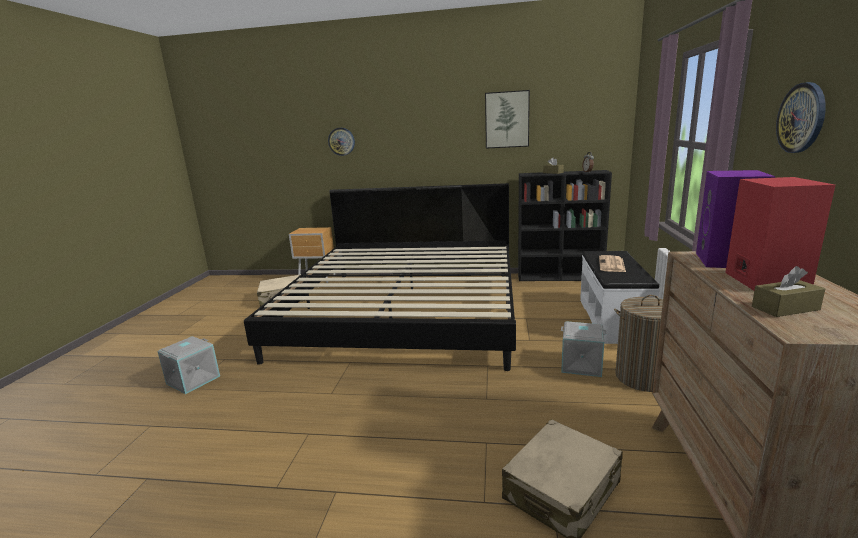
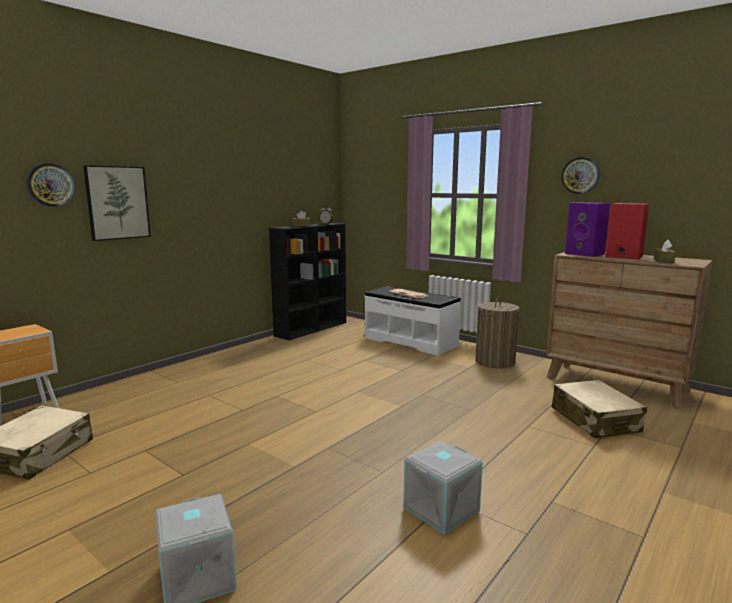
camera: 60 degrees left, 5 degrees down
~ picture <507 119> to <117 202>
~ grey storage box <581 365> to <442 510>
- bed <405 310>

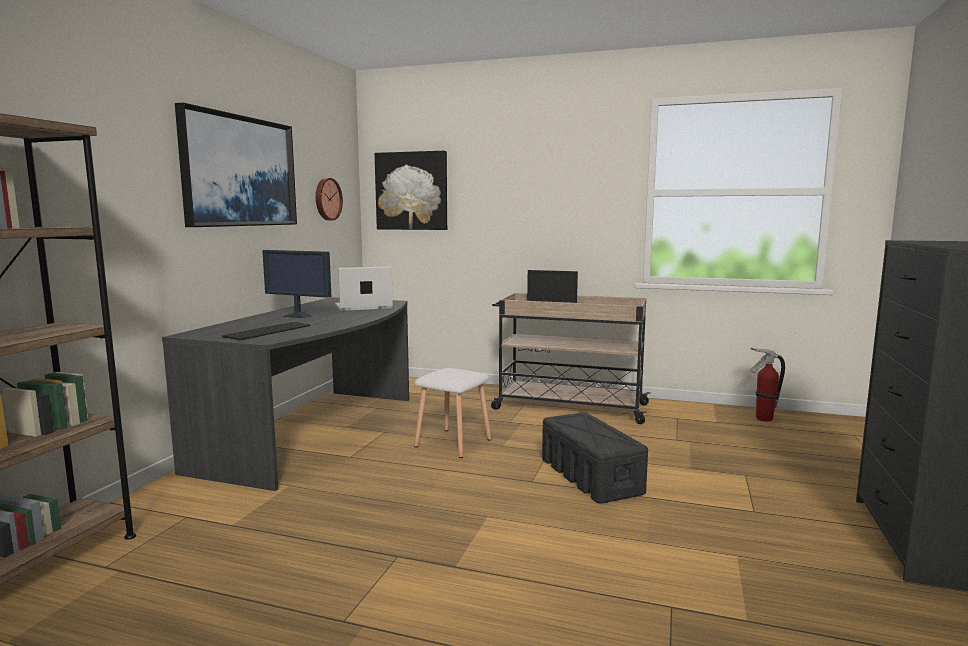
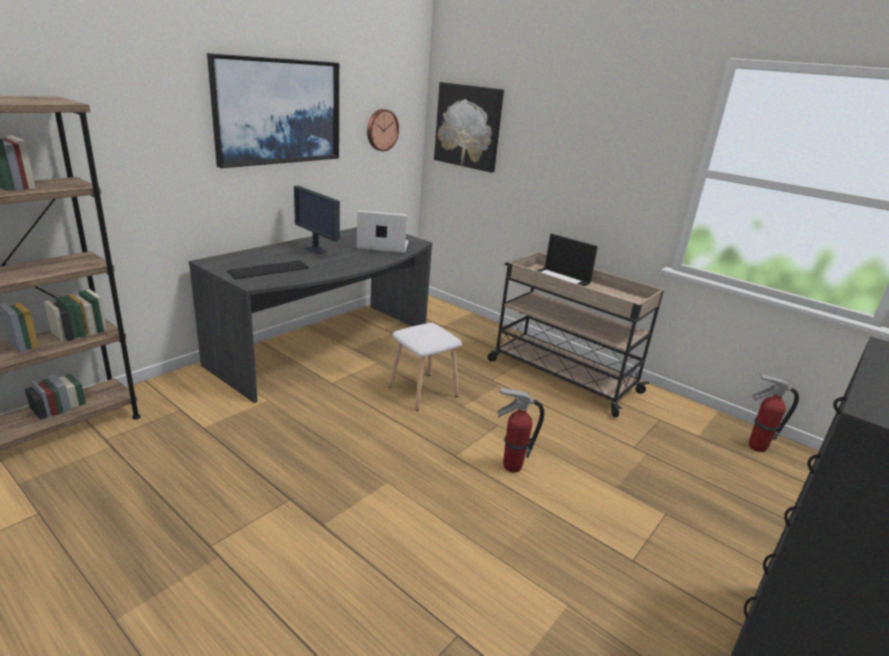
camera: 20 degrees right, 15 degrees up
~ black storage box <591 476> to fire extinguisher <511 466>

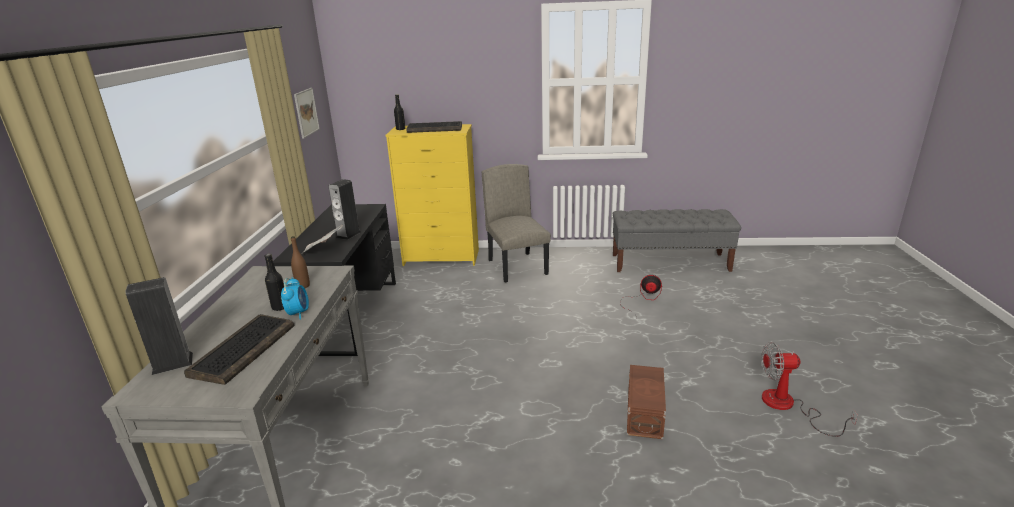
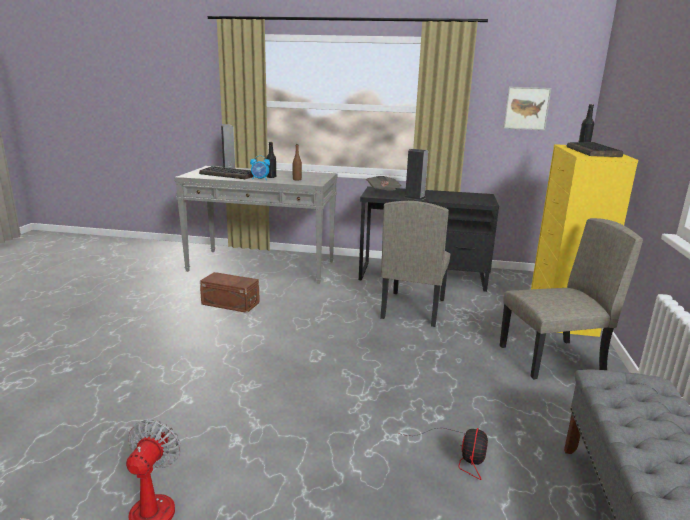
camera: 95 degrees right, 5 degrees down
~ brown storage box <645 413> to <231 304>
+ beige chair <412 308>

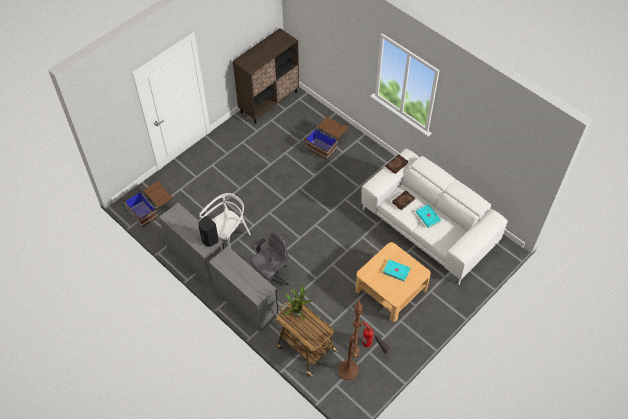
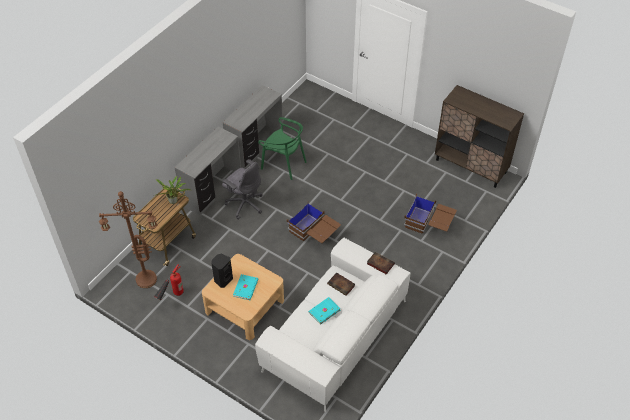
camera: 80 degrees right, 5 degrees down
~ black speaker <209 240> to <223 279>
~ white chair <228 238> to green chair <284 164>
~ brown storage box <151 209> to <314 234>

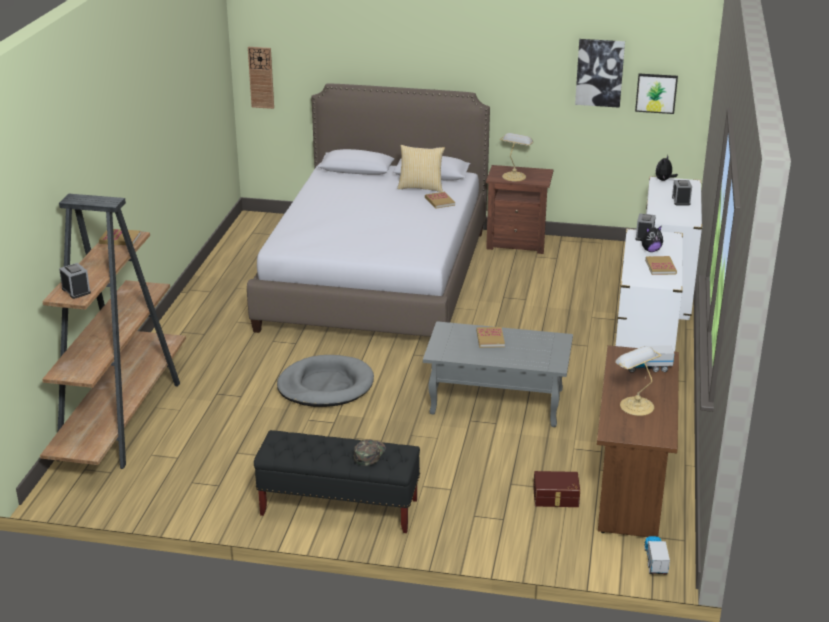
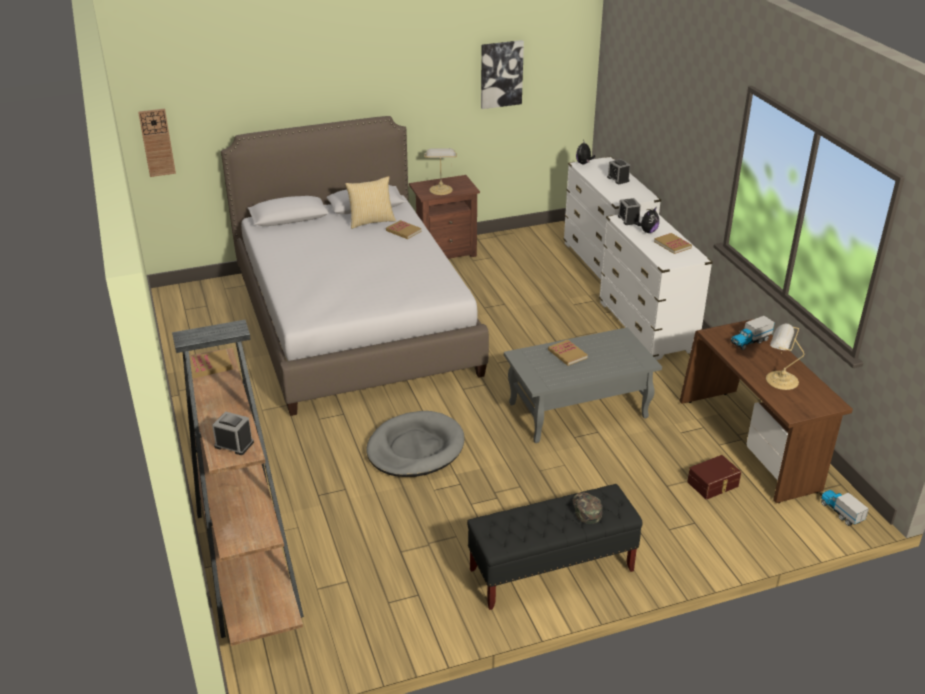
camera: 30 degrees left, 5 degrees up
- picture <656 93>

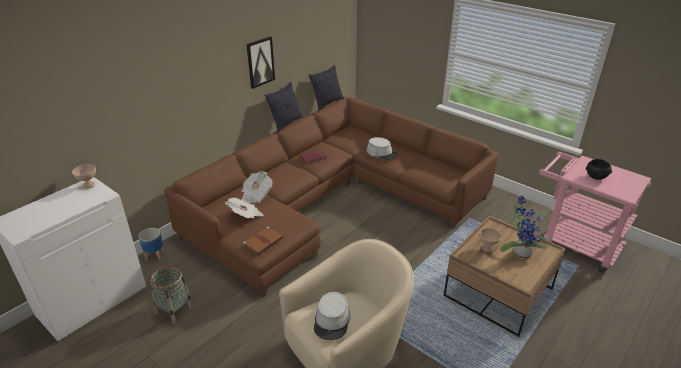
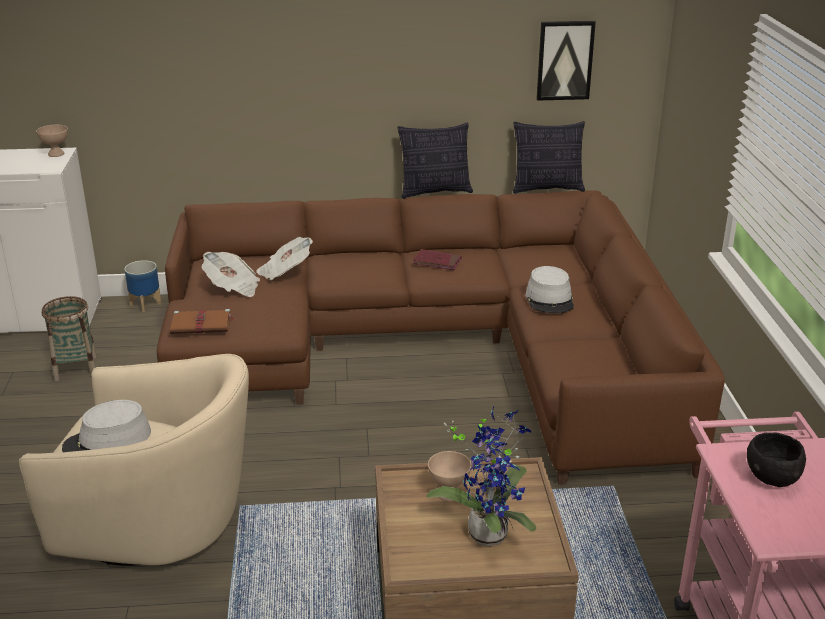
camera: 45 degrees right, 5 degrees down
~ picture <260 62> to <564 60>

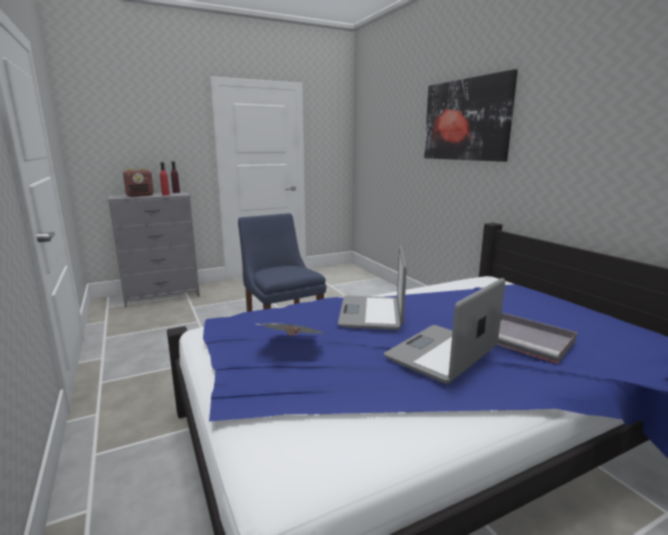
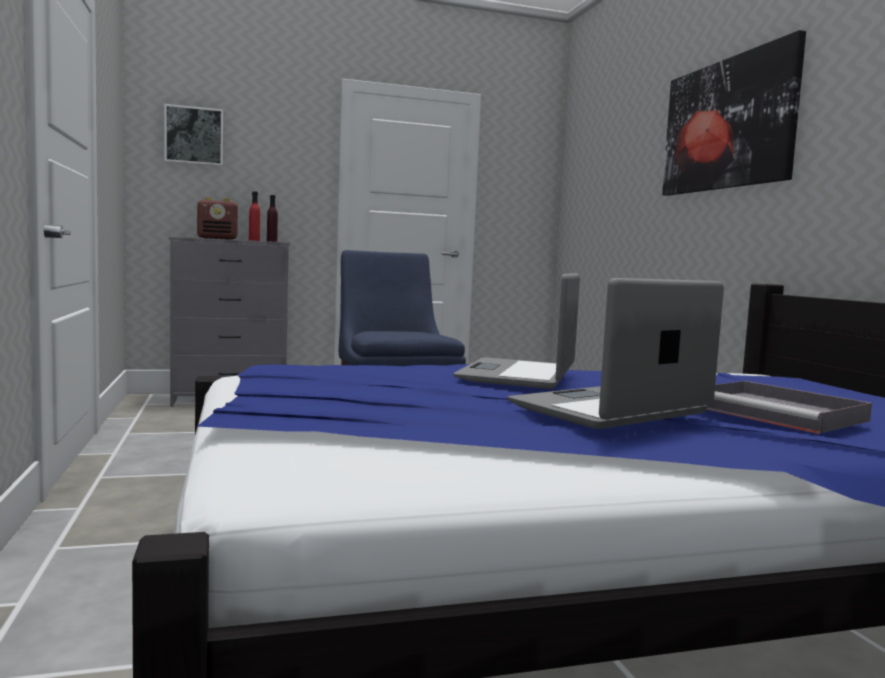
camera: 10 degrees right, 10 degrees down
+ picture <194 136>
- newspaper <293 346>

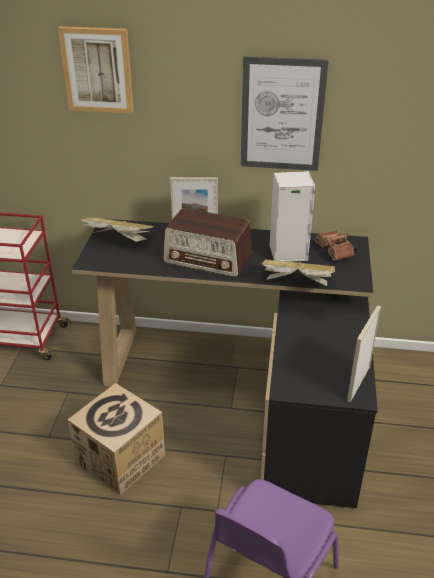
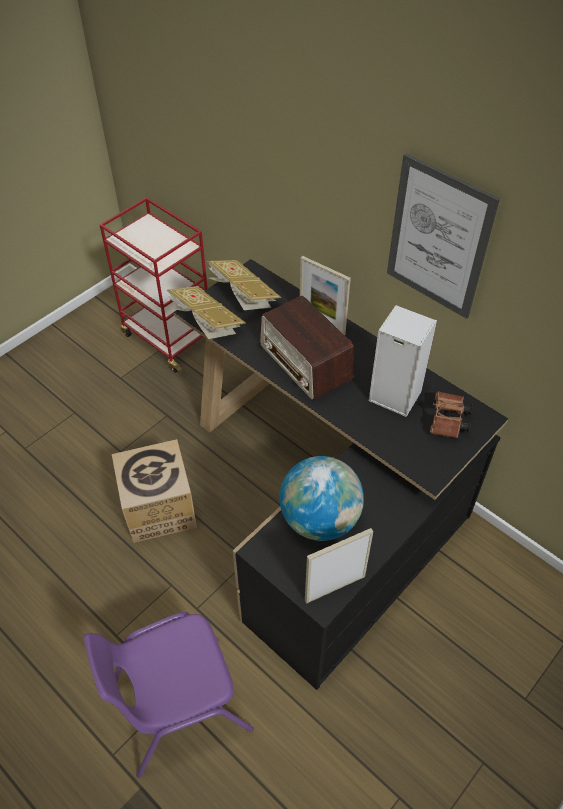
camera: 35 degrees right, 15 degrees up
~ book <297 284> to <205 324>
+ globe <320 519>
- picture <97 70>

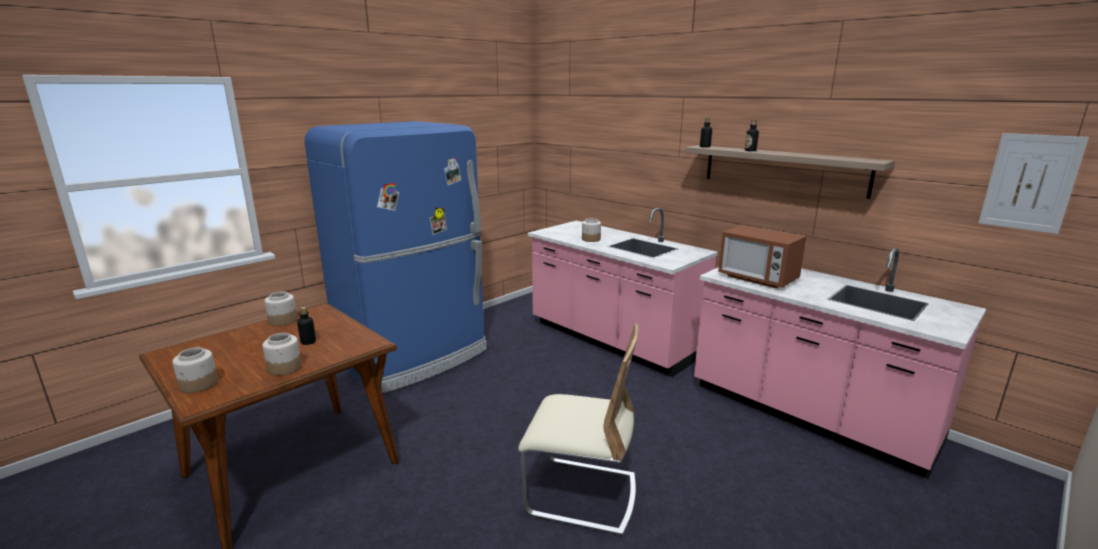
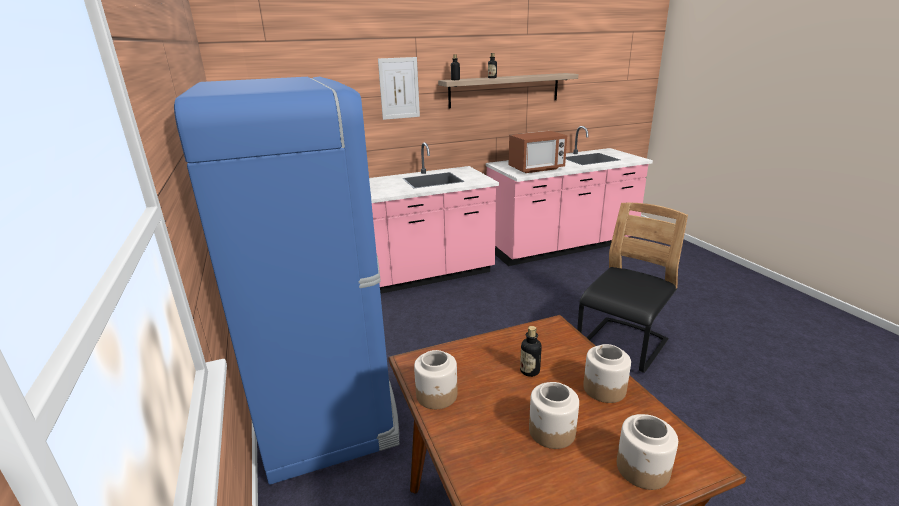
camera: 65 degrees left, 5 degrees up
~ picture <1030 182> to <399 88>
~ jar <591 239> to <552 431>
~ beige chair <581 495> to black chair <622 346>

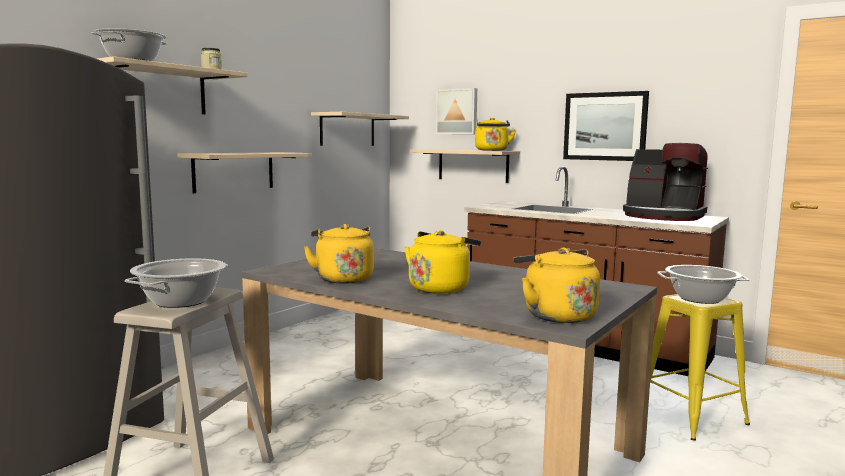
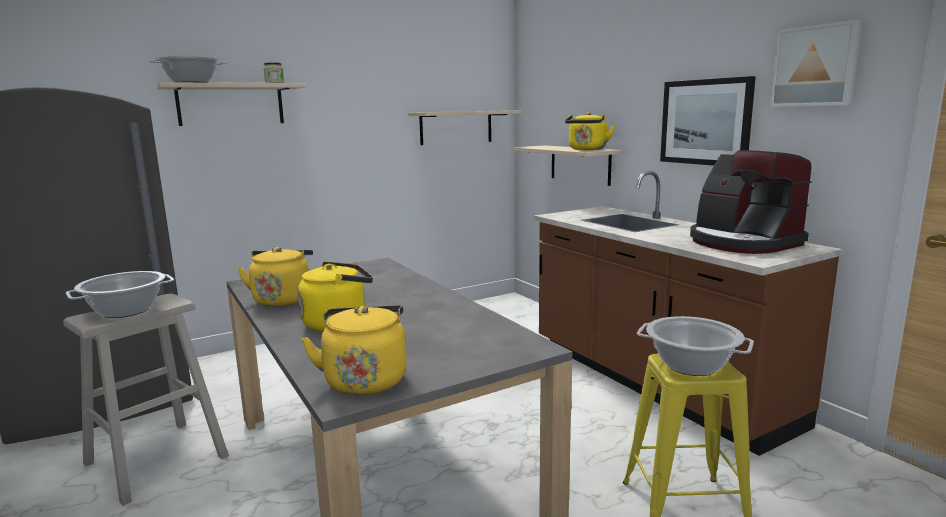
camera: 25 degrees right, 5 degrees up
~ picture <457 111> to <815 66>
- beige shelf <234 171>

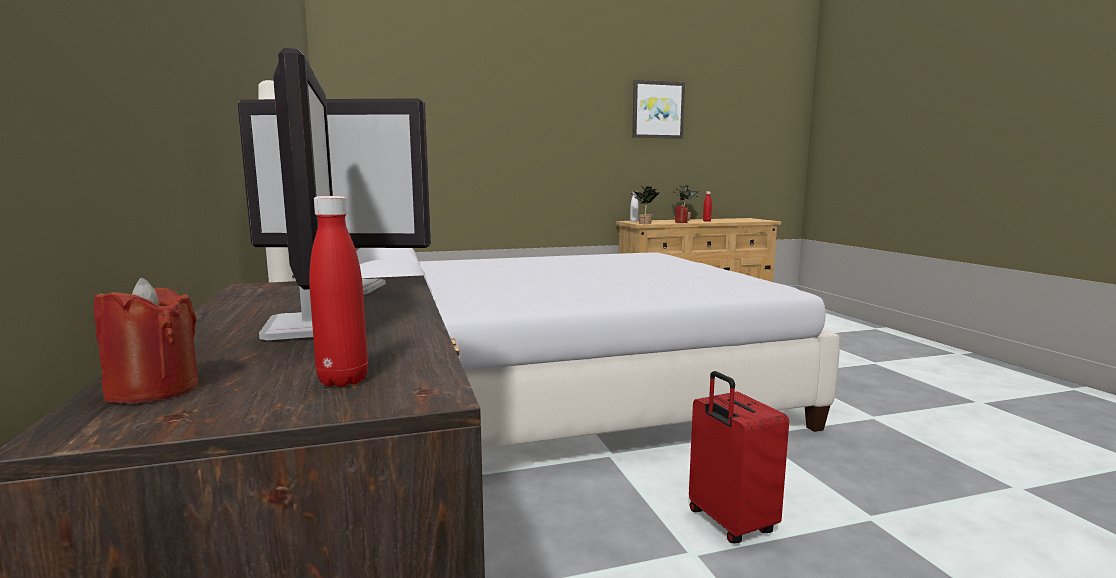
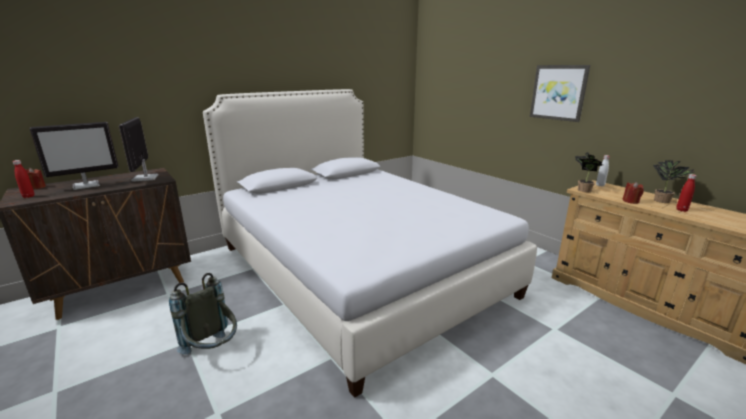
camera: 70 degrees right, 10 degrees up
~ red suitcase <729 523> to grey backpack <213 351>
~ picture <657 110> to <558 92>

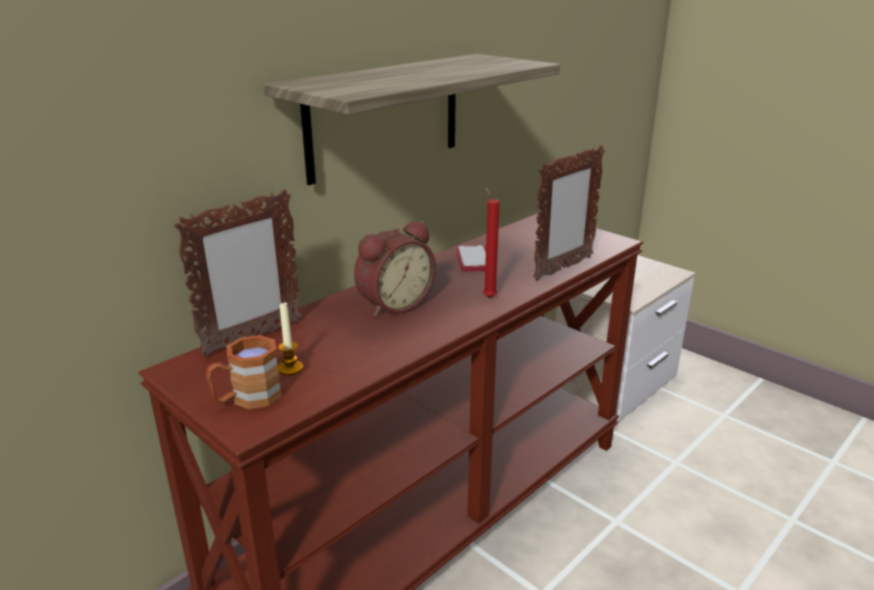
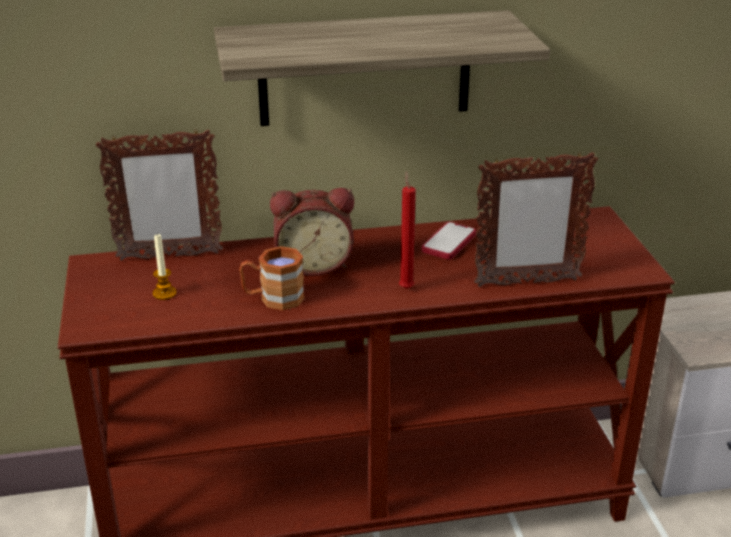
camera: 35 degrees right, 5 degrees up
~ brown mug <247 399> to <273 299>

